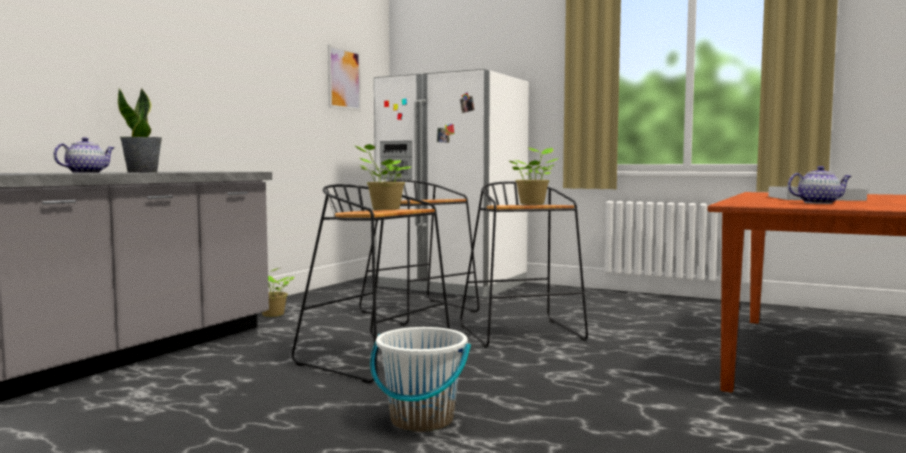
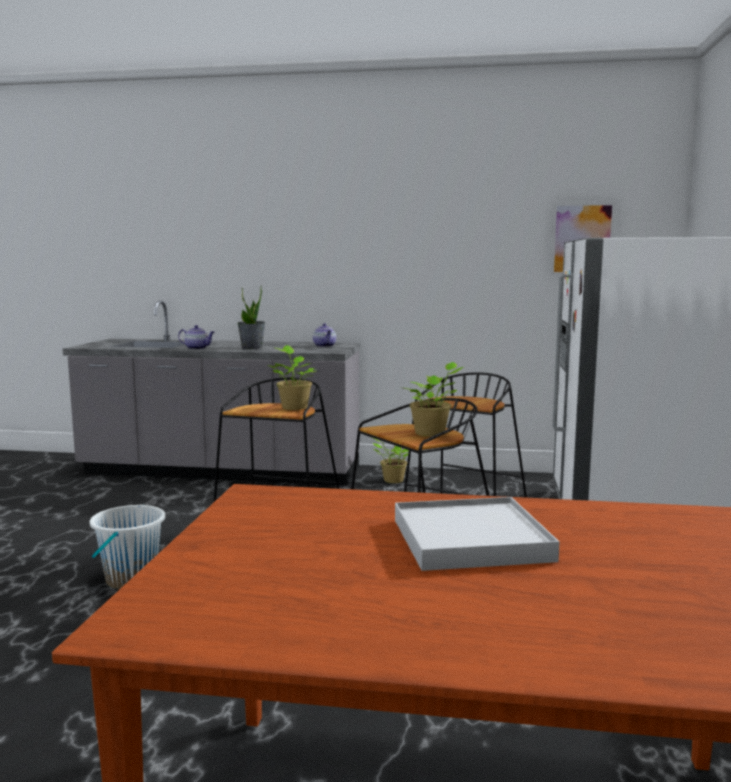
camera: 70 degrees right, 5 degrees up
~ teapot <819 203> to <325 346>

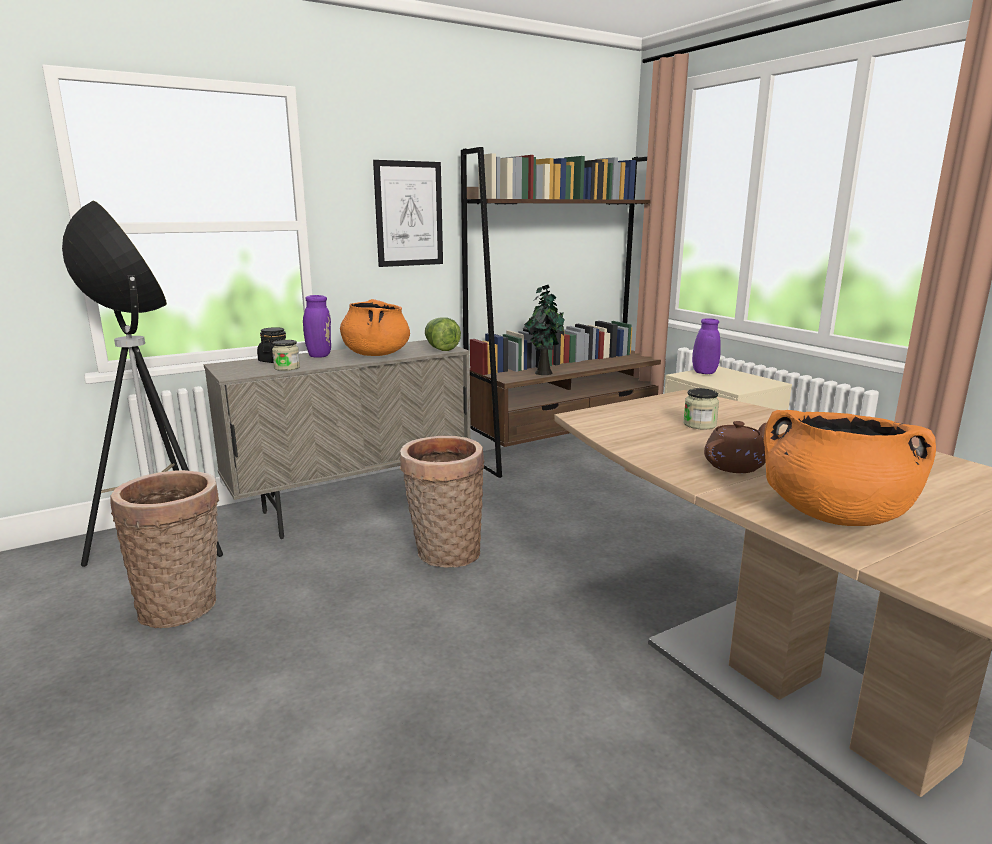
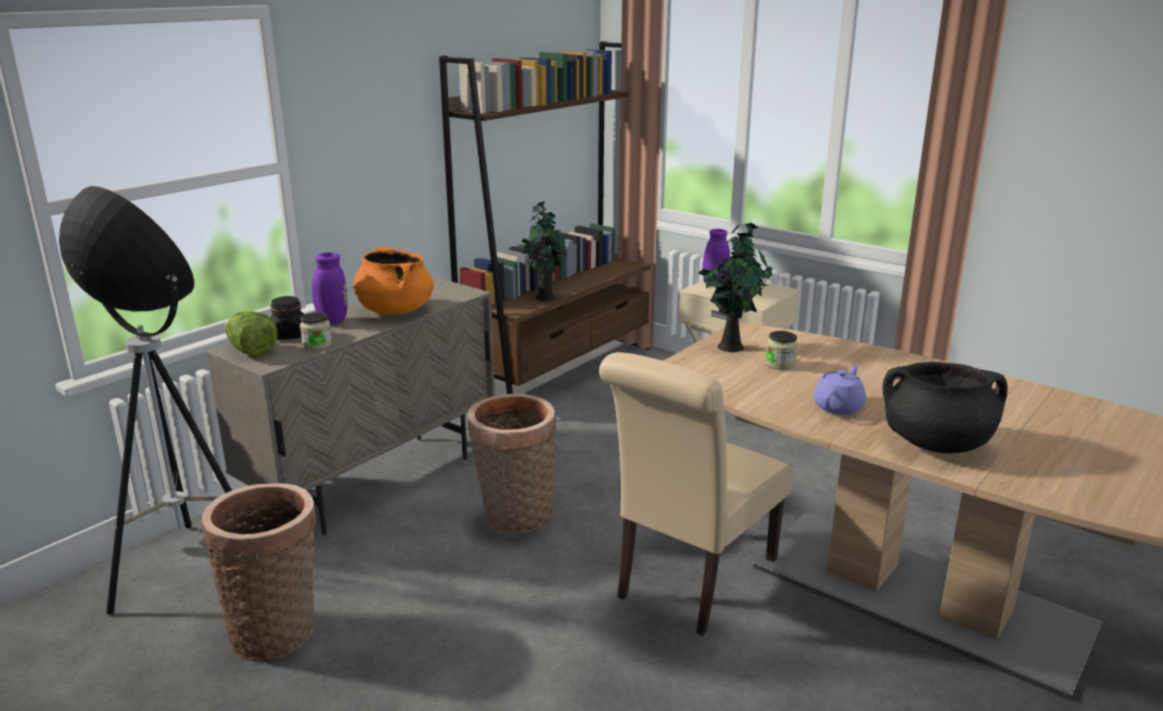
camera: 20 degrees left, 5 degrees up
~ lettuce <440 348> to <251 351>
+ beige chair <690 584>
+ potted plant <731 346>
~ brown teapot <735 466> to purple teapot <839 406>
~ orange cooking pot <834 515> to black cooking pot <935 443>
- picture <409 214>

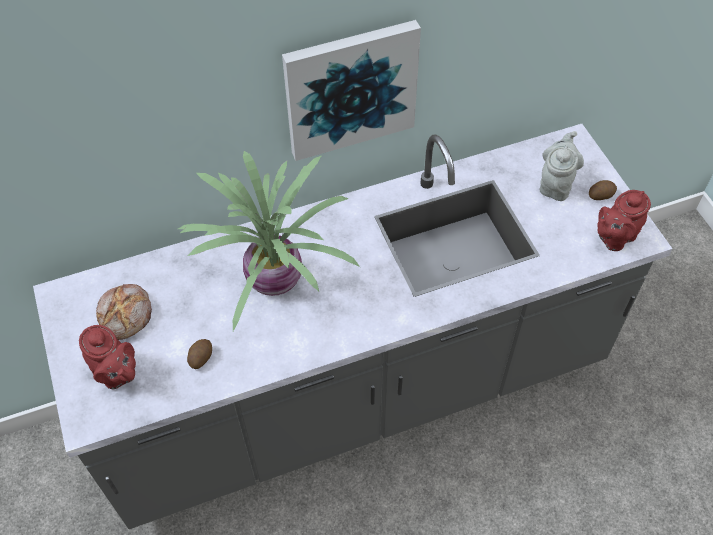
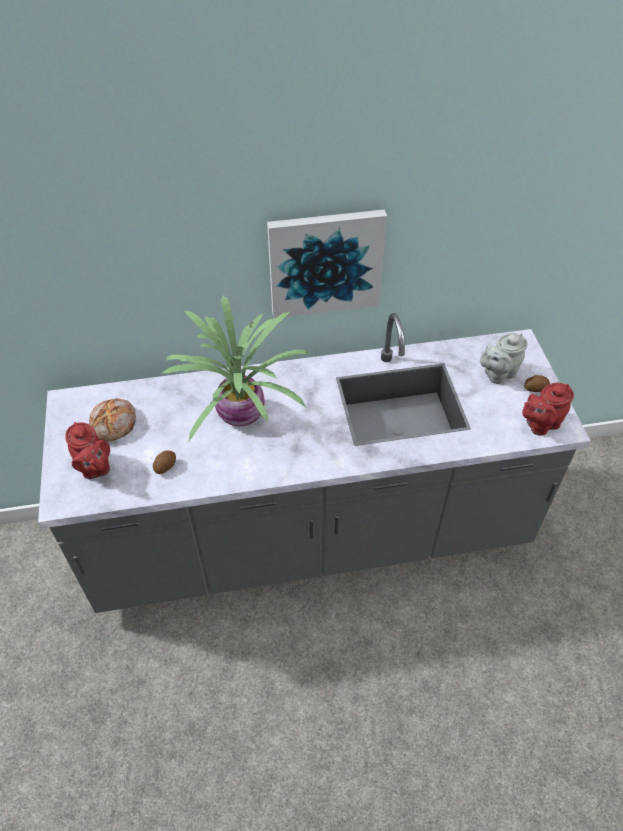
camera: 10 degrees right, 5 degrees down
~ grey teapot <556 184> = <497 374> 150 degrees counterclockwise

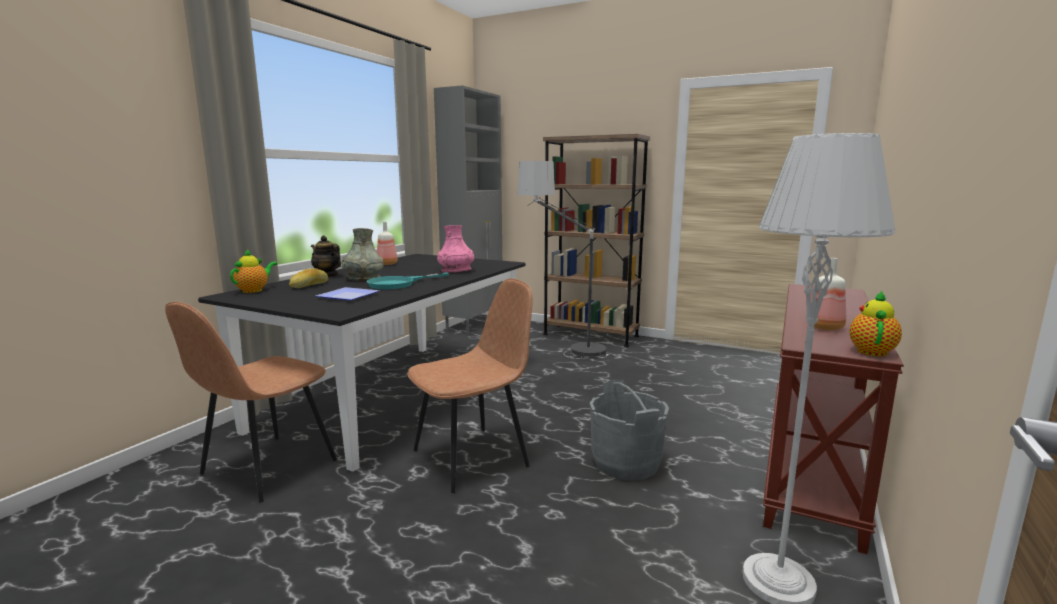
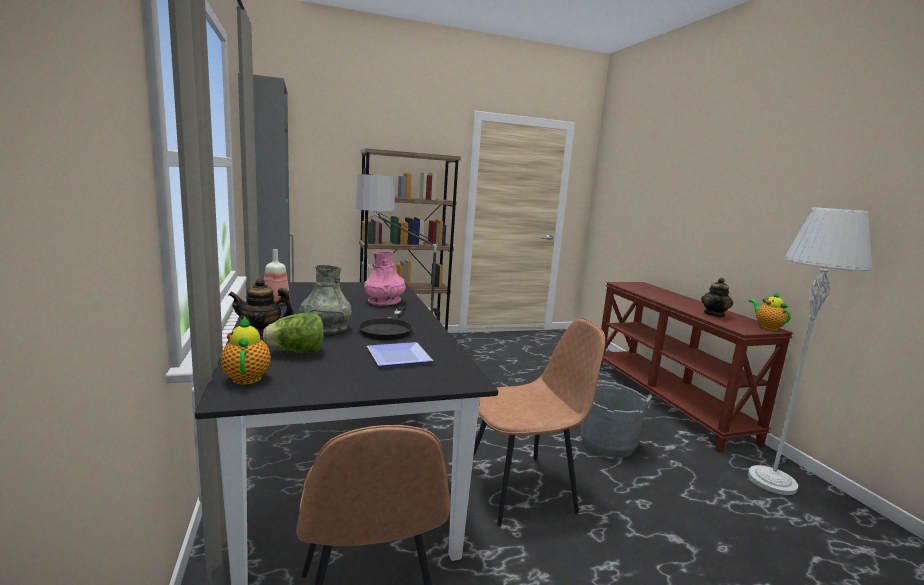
camera: 45 degrees left, 0 degrees up
~ bread <309 285> to lettuce <297 352>
~ turquoise frying pan <399 283> to black frying pan <388 328>
~ brown chair <473 457> = <522 488> 60 degrees clockwise
~ bottle <826 327> to teapot <714 314>

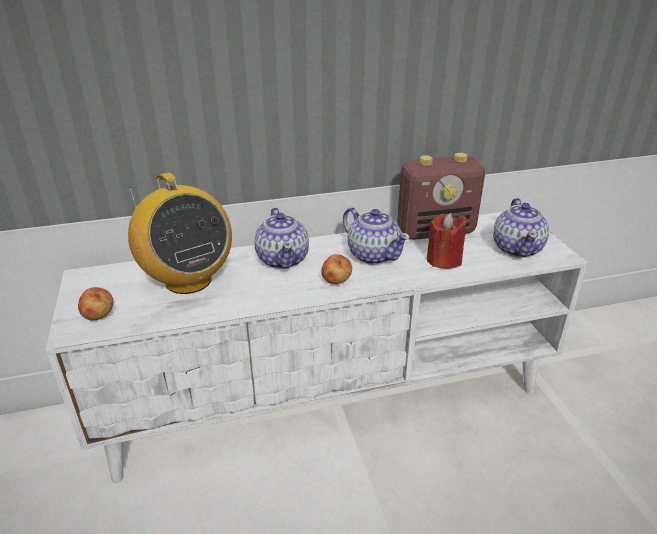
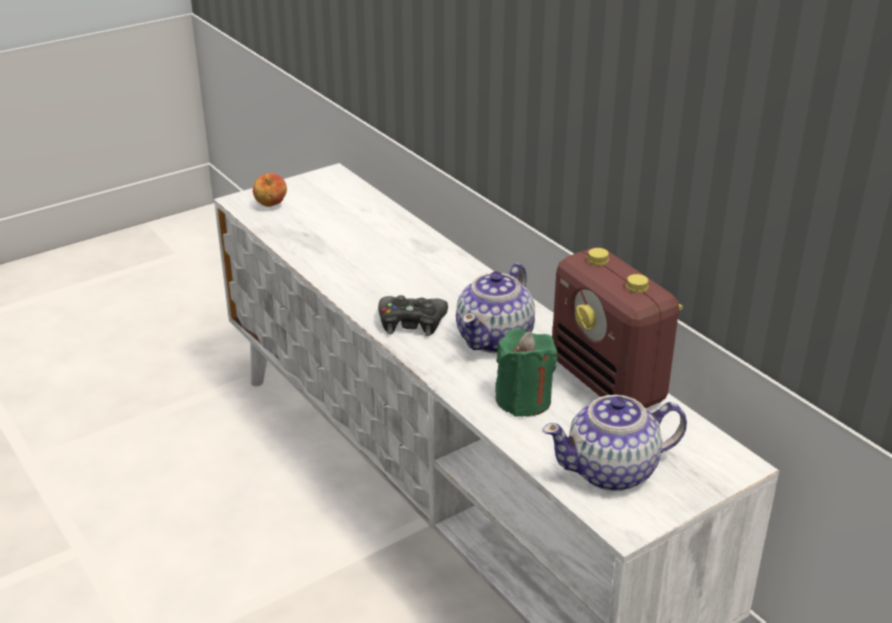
camera: 70 degrees right, 0 degrees up
~ apple <336 281> to black game controller <411 323>
~ red candle <444 260> to green candle <523 400>
- radio <188 280>
- teapot <283 259>

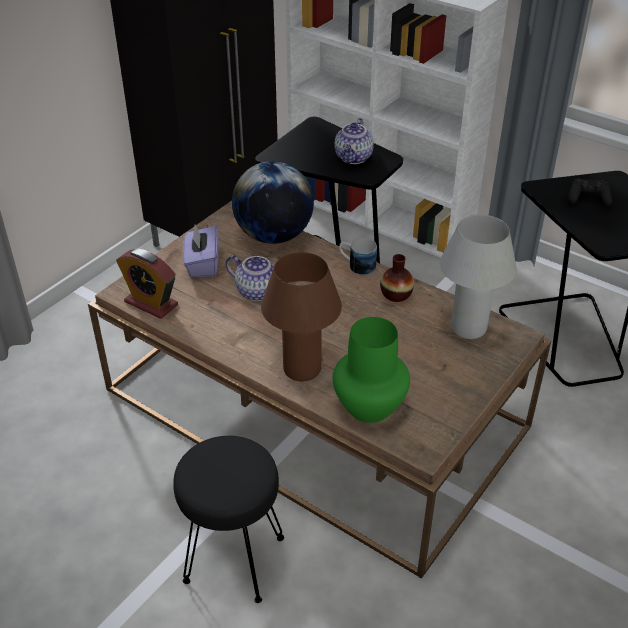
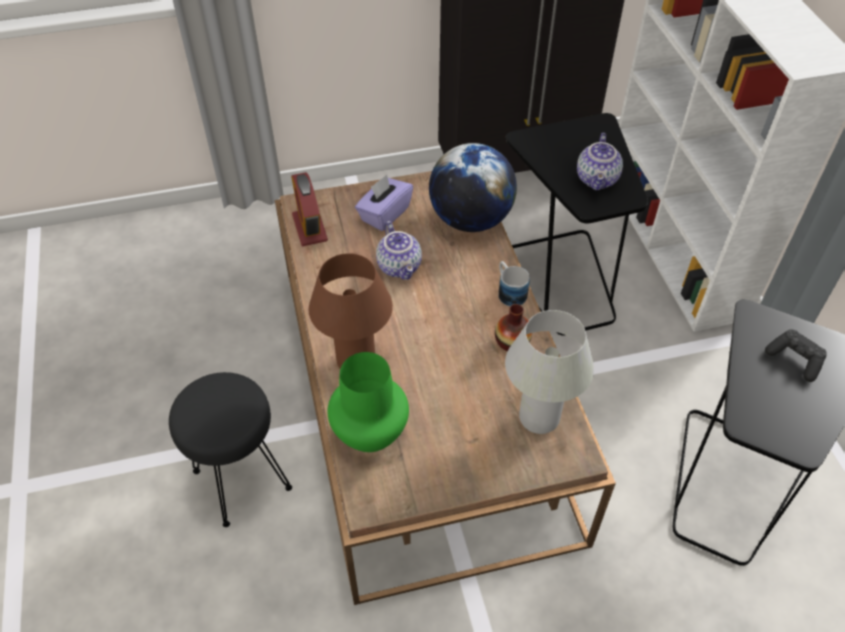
camera: 40 degrees right, 10 degrees up
~ teapot <354 158> = <598 179> 45 degrees counterclockwise

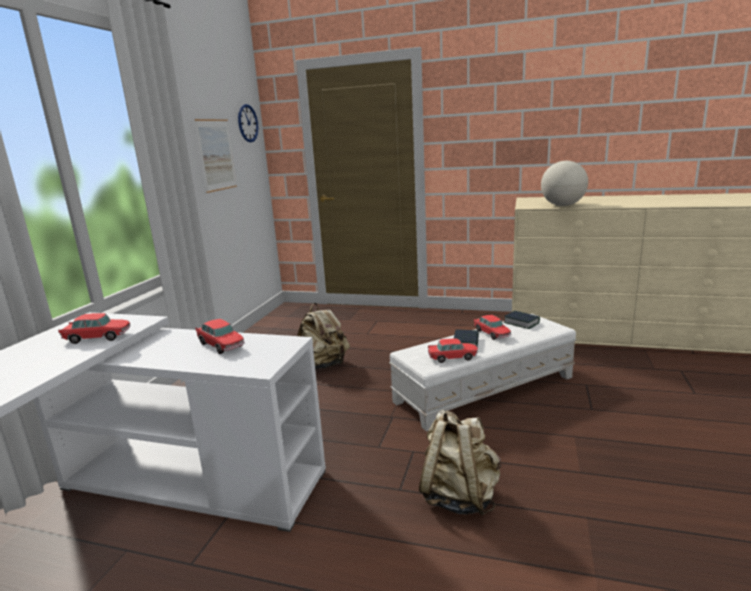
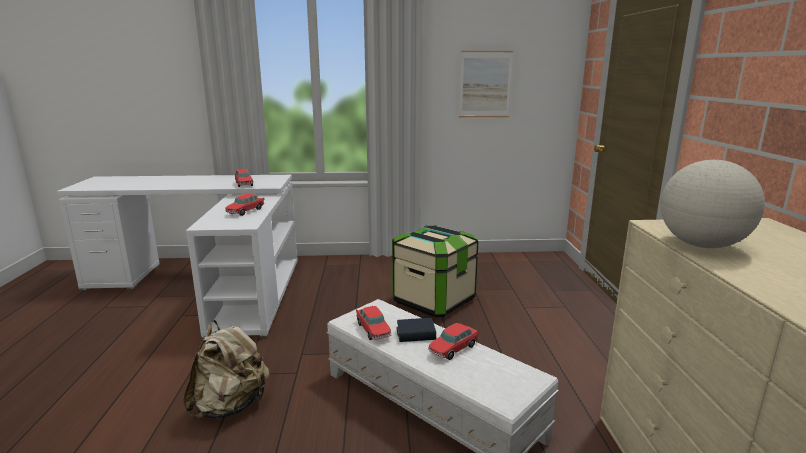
camera: 70 degrees right, 0 degrees up
~ beige backpack <323 365> to storage box <433 300>
- wall clock <247 123>
- book <521 323>

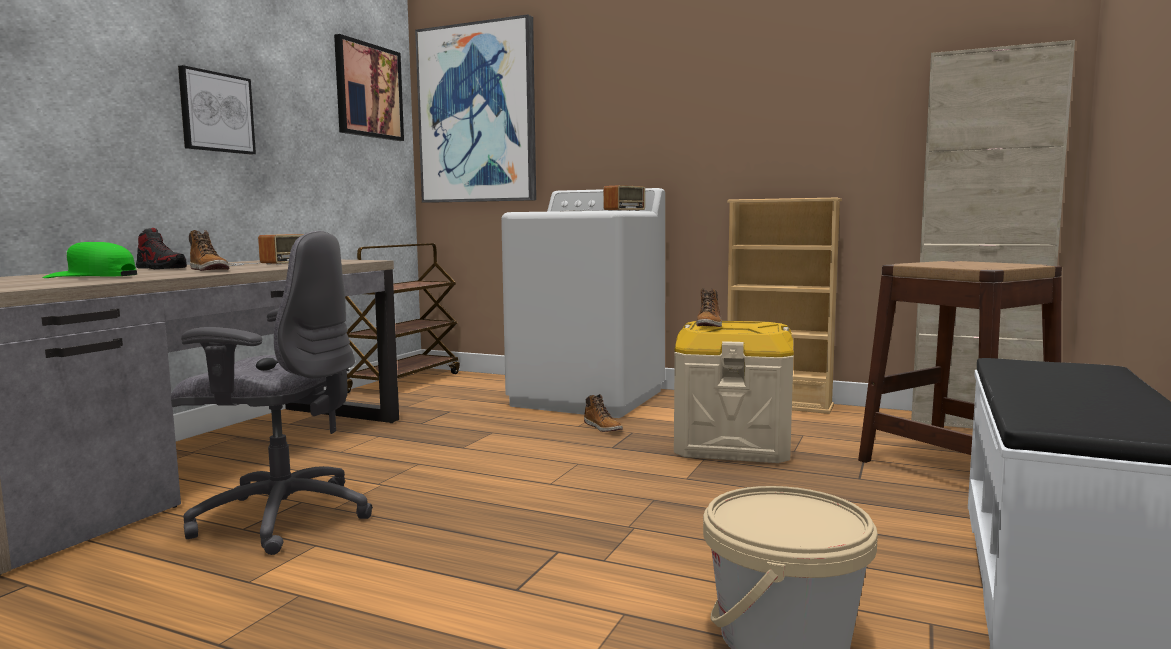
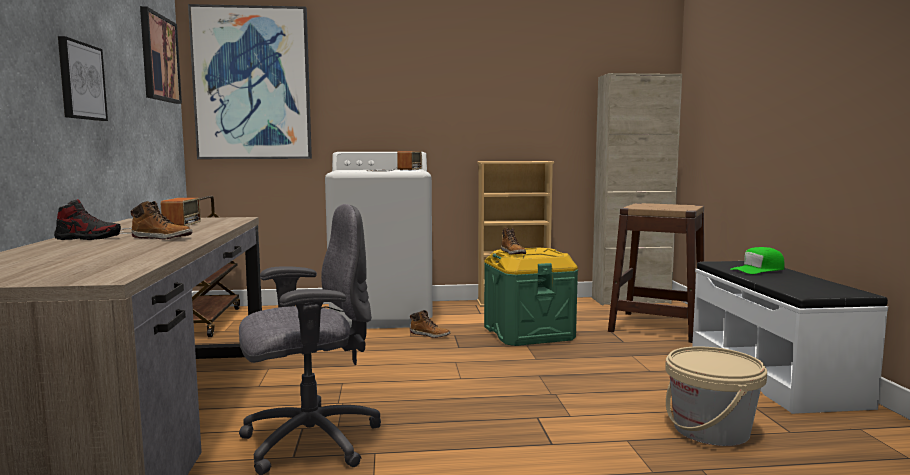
camera: 30 degrees left, 0 degrees up
~ beige storage box <733 445> to green storage box <528 333>
~ green cap <92 277> to <758 270>

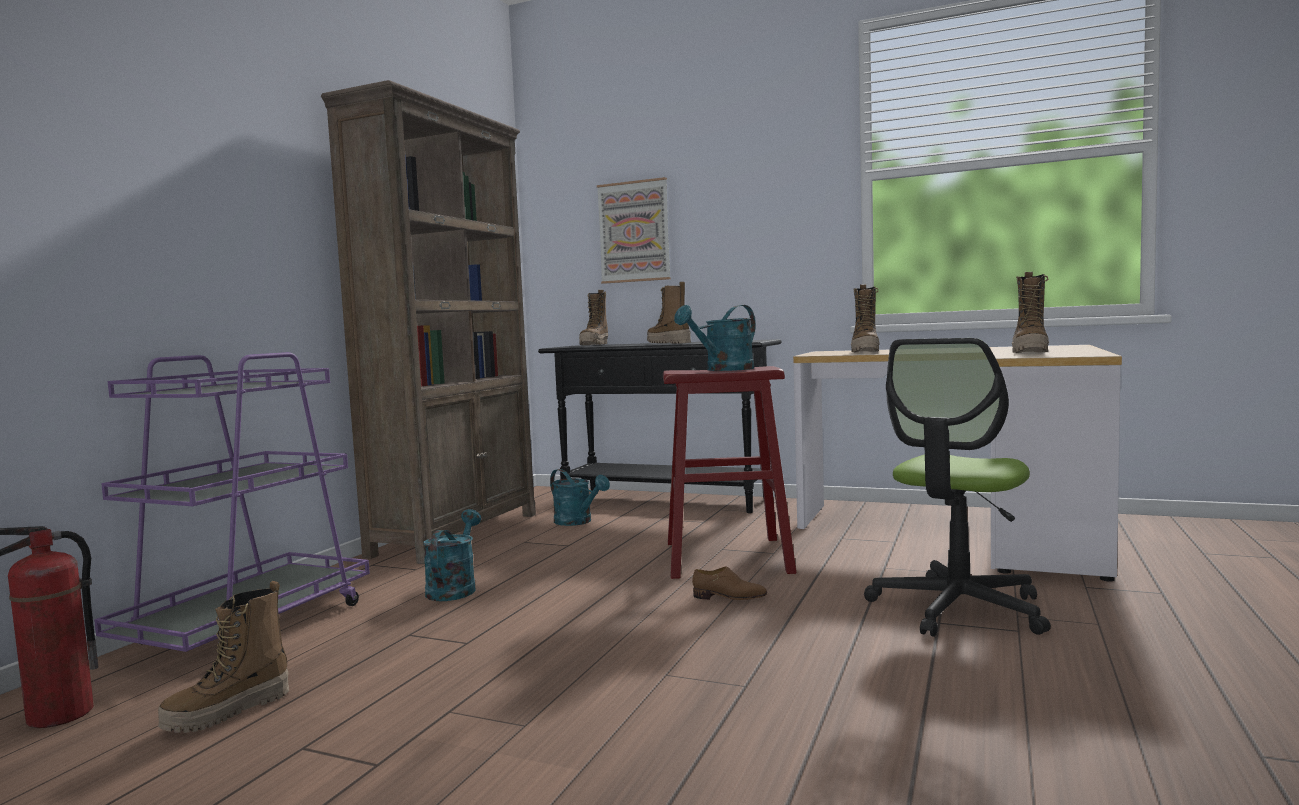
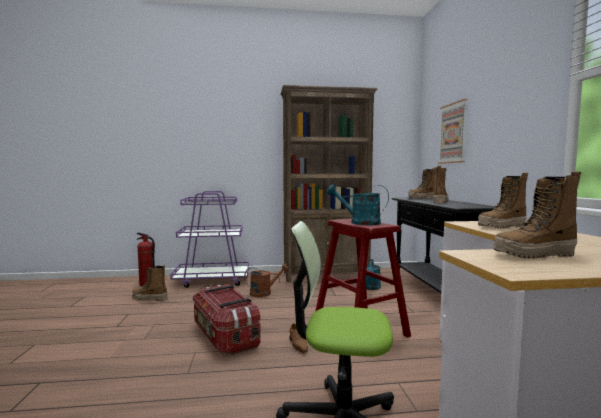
camera: 60 degrees right, 0 degrees up
+ storage box <225 336>
~ turquoise watering can <454 588> to brown watering can <264 293>

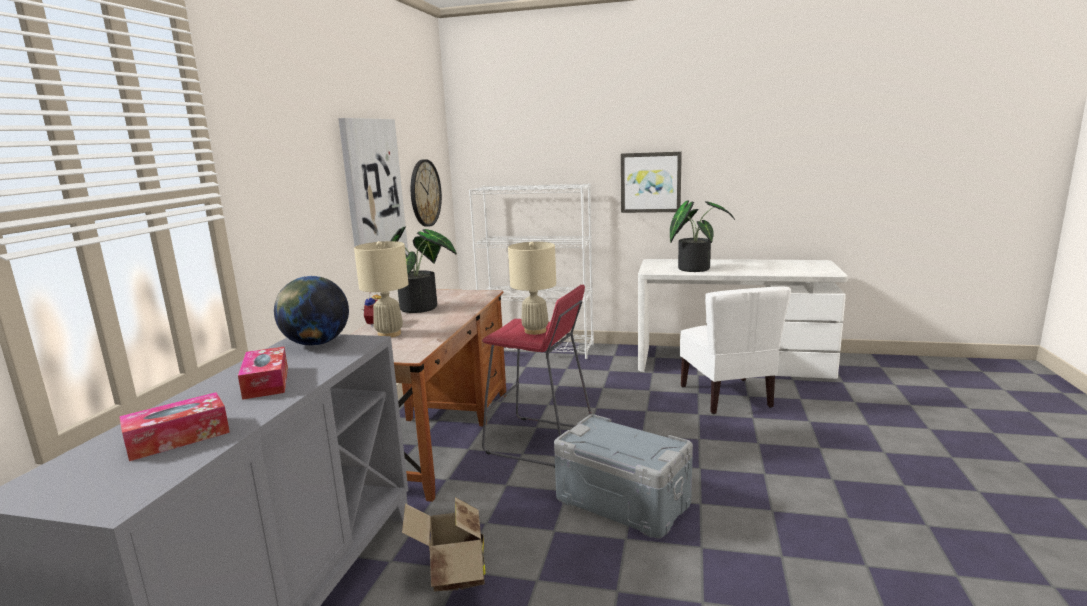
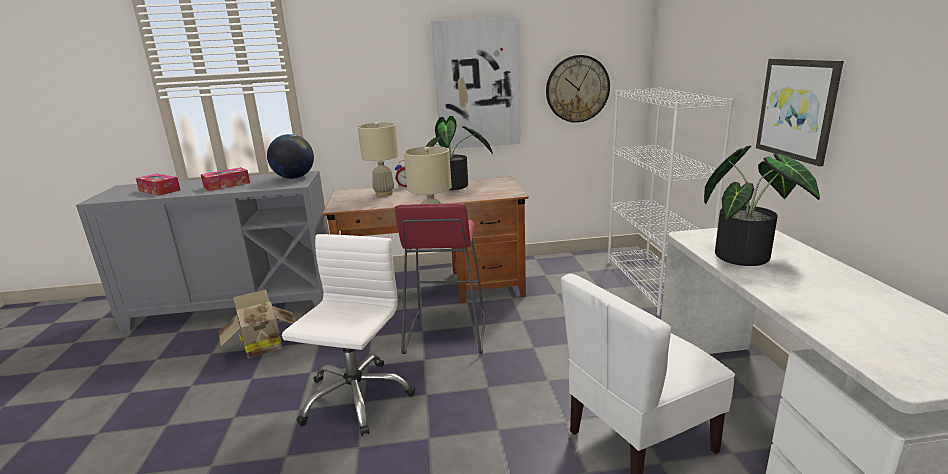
camera: 70 degrees right, 5 degrees up
~ grey storage box <623 501> to white office chair <355 397>

